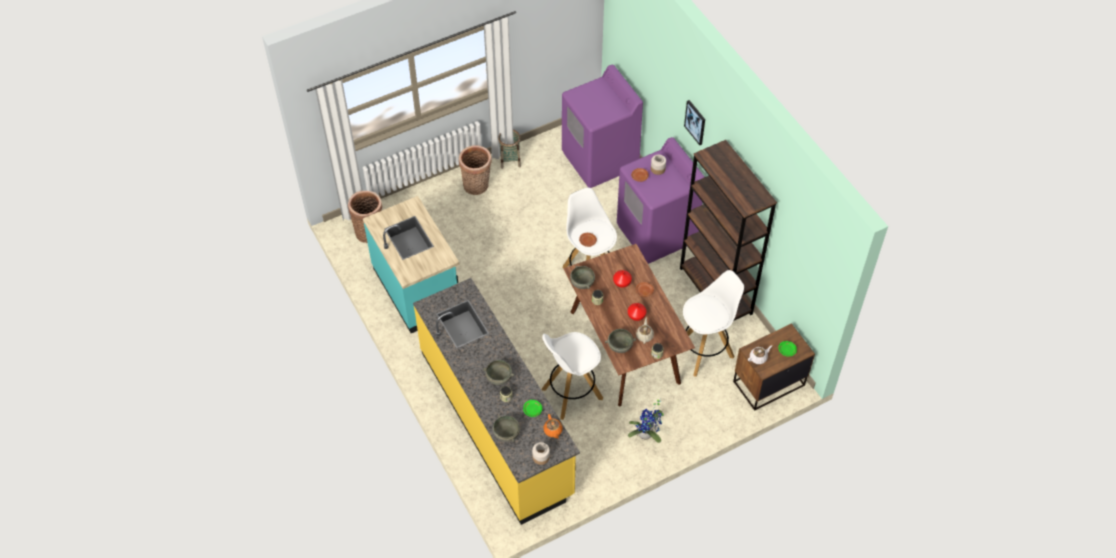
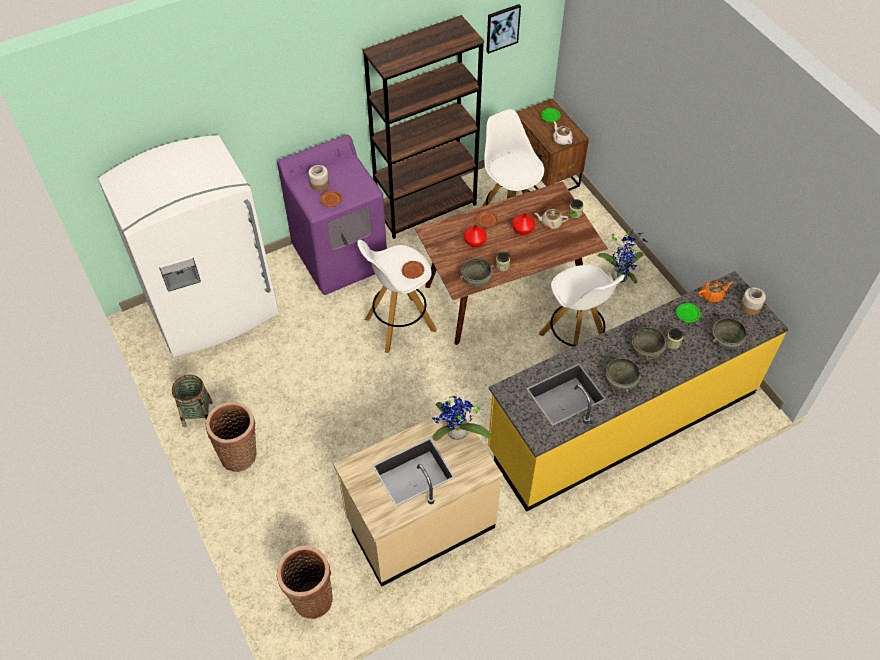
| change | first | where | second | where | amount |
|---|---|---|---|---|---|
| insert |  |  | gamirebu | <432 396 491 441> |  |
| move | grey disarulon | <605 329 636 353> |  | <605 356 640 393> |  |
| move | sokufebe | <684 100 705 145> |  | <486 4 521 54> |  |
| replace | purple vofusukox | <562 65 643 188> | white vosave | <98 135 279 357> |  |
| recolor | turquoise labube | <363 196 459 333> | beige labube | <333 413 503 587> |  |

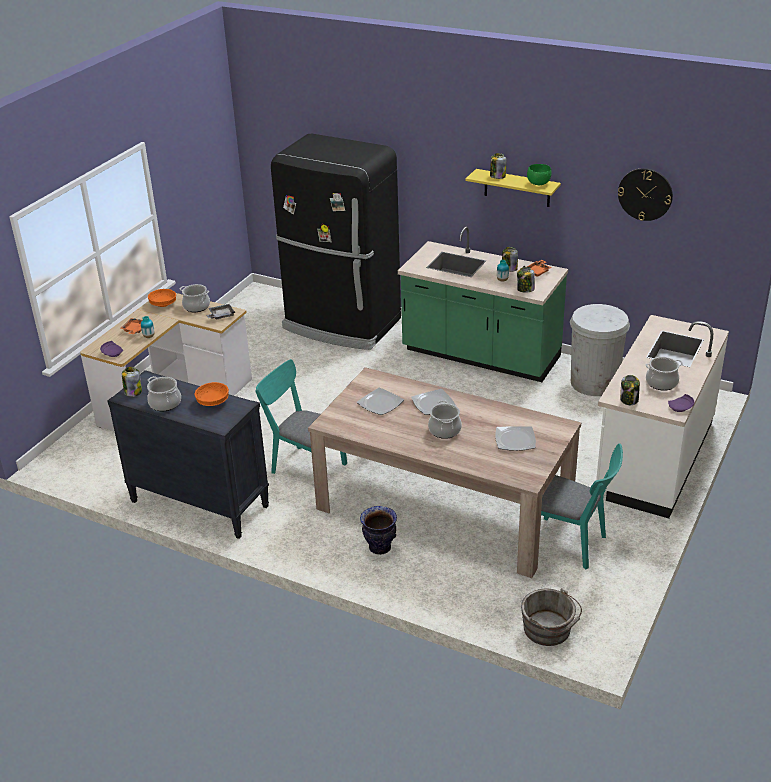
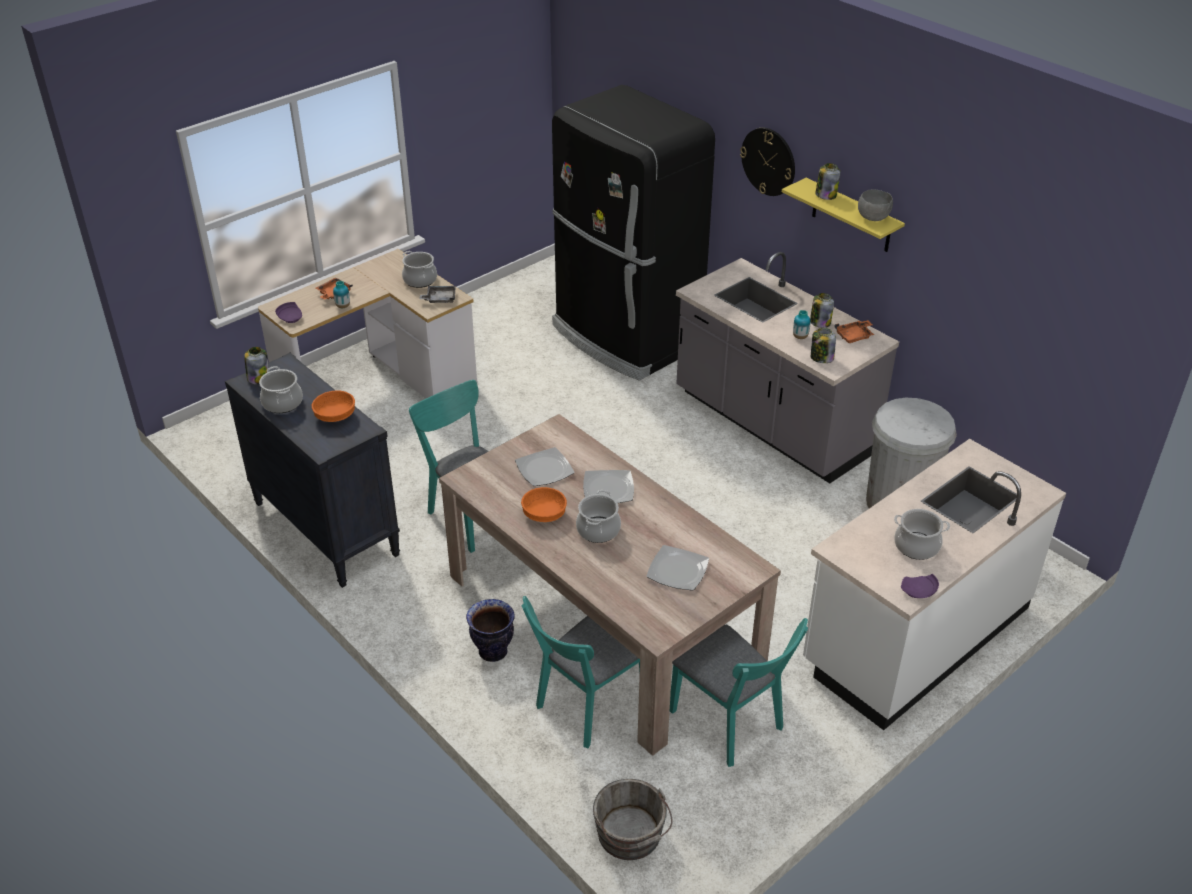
| change | first | where | second | where | amount |
|---|---|---|---|---|---|
| delete | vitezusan | <620 375 640 405> |  |  |  |
| insert |  |  | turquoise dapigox | <521 596 640 749> |  |
| move | orange disarulon | <148 289 176 307> |  | <521 487 567 522> |  |
| move | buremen | <618 168 673 221> |  | <740 128 795 196> |  |
| recolor | green labube | <398 227 568 382> | grey labube | <676 252 899 483> |  |
| recolor | green disarulon | <527 164 551 185> | grey disarulon | <858 190 893 221> |  |

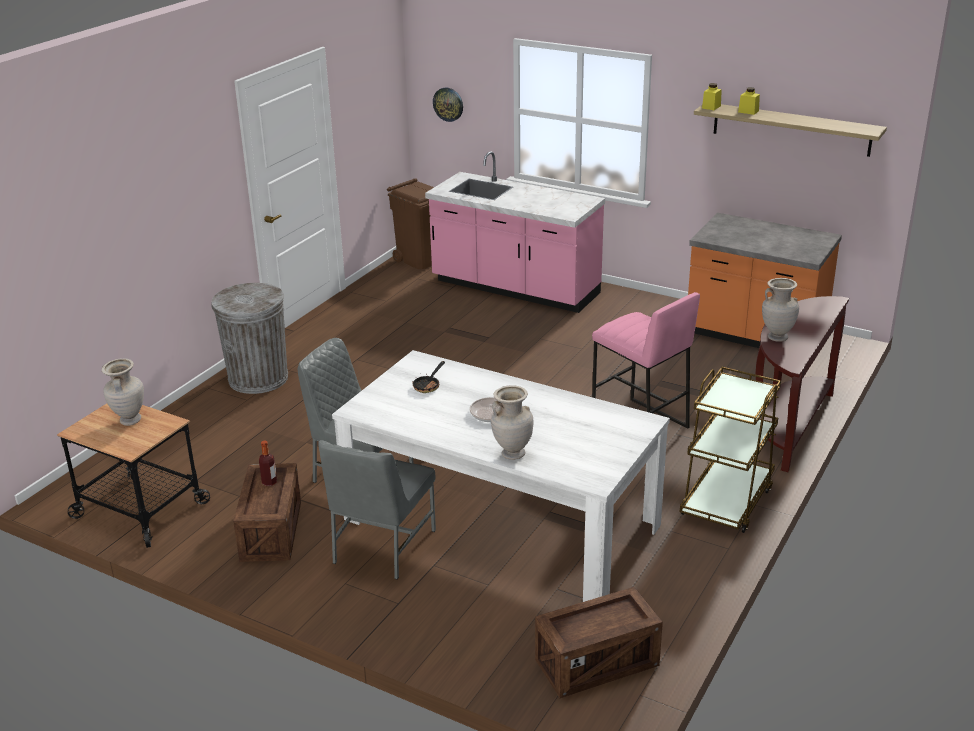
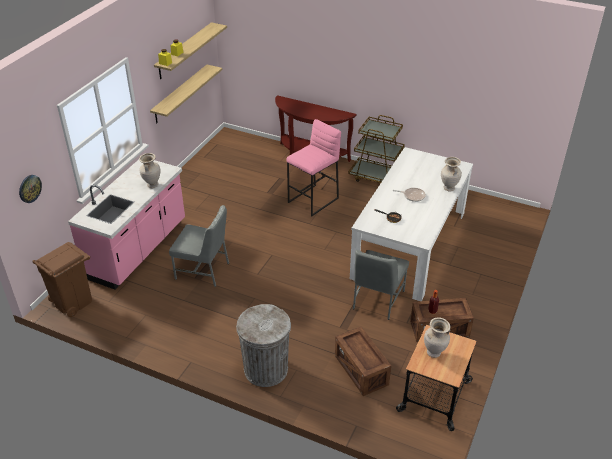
| change | first | where | second | where | amount |
|---|---|---|---|---|---|
| delete | orange labube | <688 213 842 348> |  |  |  |
| insert |  |  | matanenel | <150 65 222 123> |  |
| move | grey dapigox | <318 440 436 579> |  | <169 205 229 287> |  |
| move | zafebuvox | <535 587 663 698> |  | <335 327 391 396> |  |
| move | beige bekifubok | <762 278 799 342> |  | <139 153 160 188> |  |

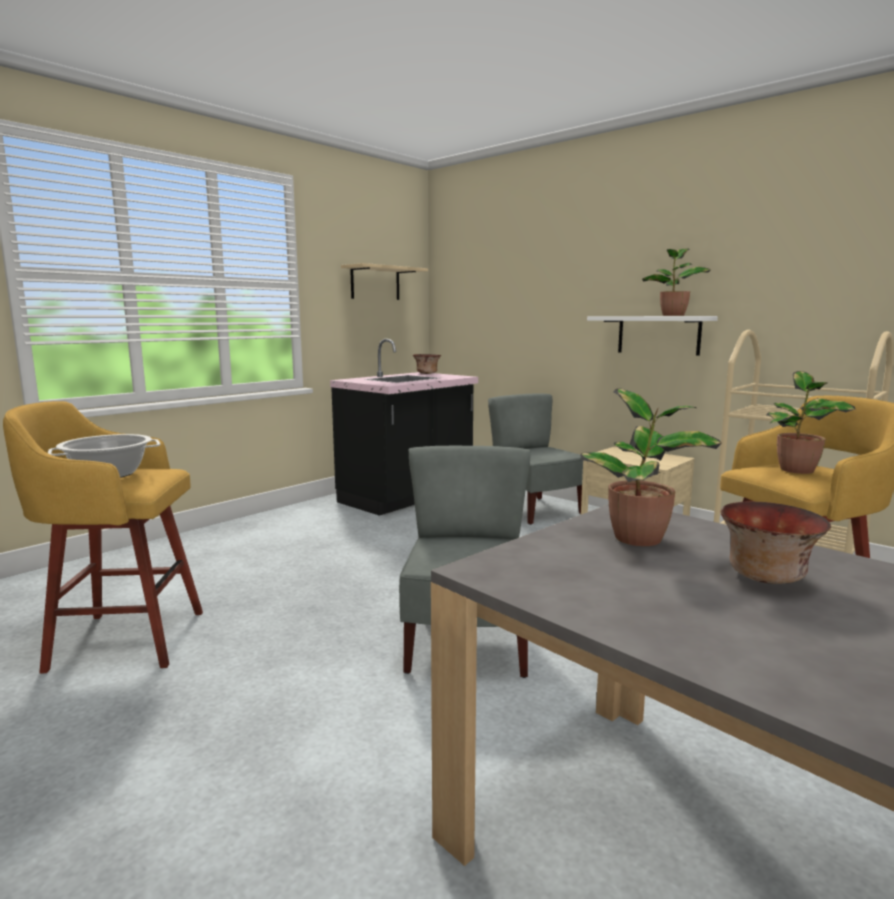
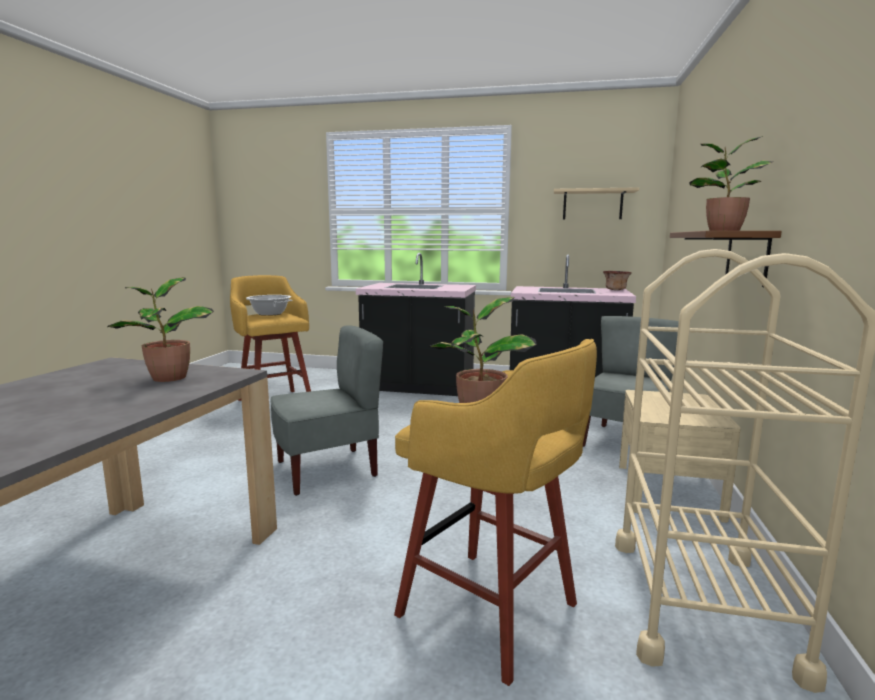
| change | first | where | second | where | amount |
|---|---|---|---|---|---|
| delete | disarulon | <720 502 831 584> |  |  |  |
| insert |  |  | black labube | <356 253 476 396> |  |
| recolor | white matanenel | <587 316 718 356> | brown matanenel | <670 231 782 287> |  |

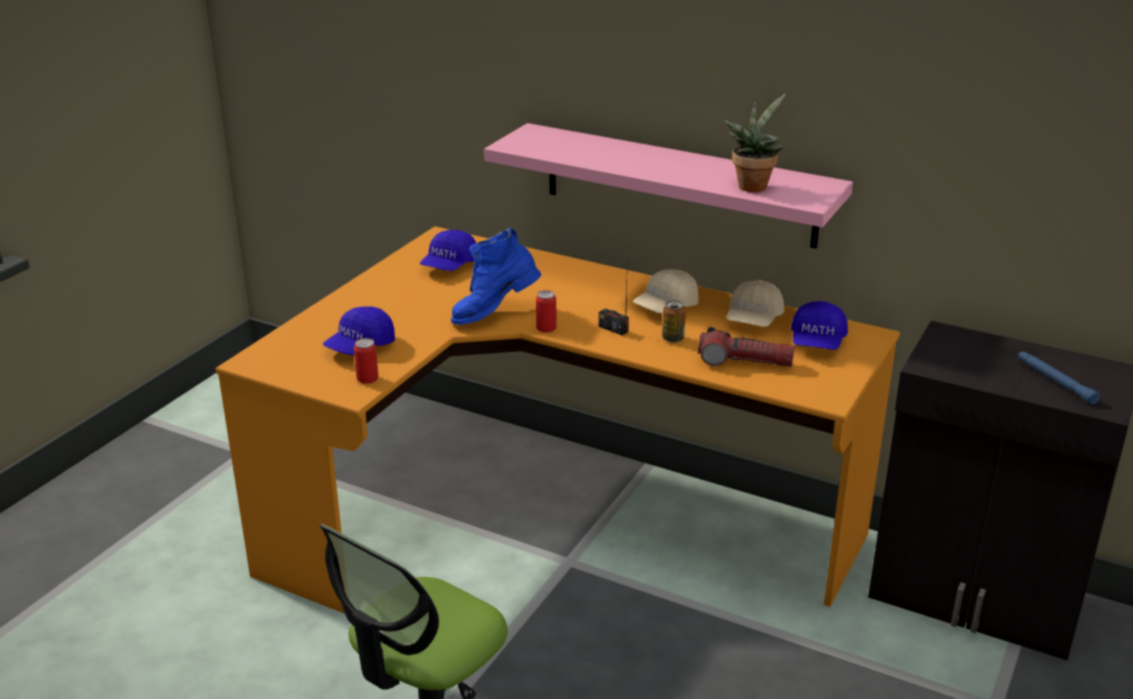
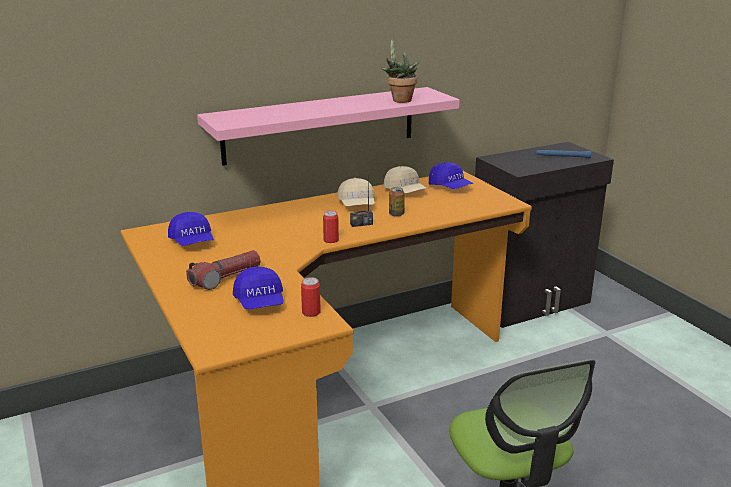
| change | first | where | second | where | amount |
|---|---|---|---|---|---|
| delete | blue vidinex | <451 228 541 325> |  |  |  |
| move | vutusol | <698 327 794 367> |  | <186 250 261 290> |  |

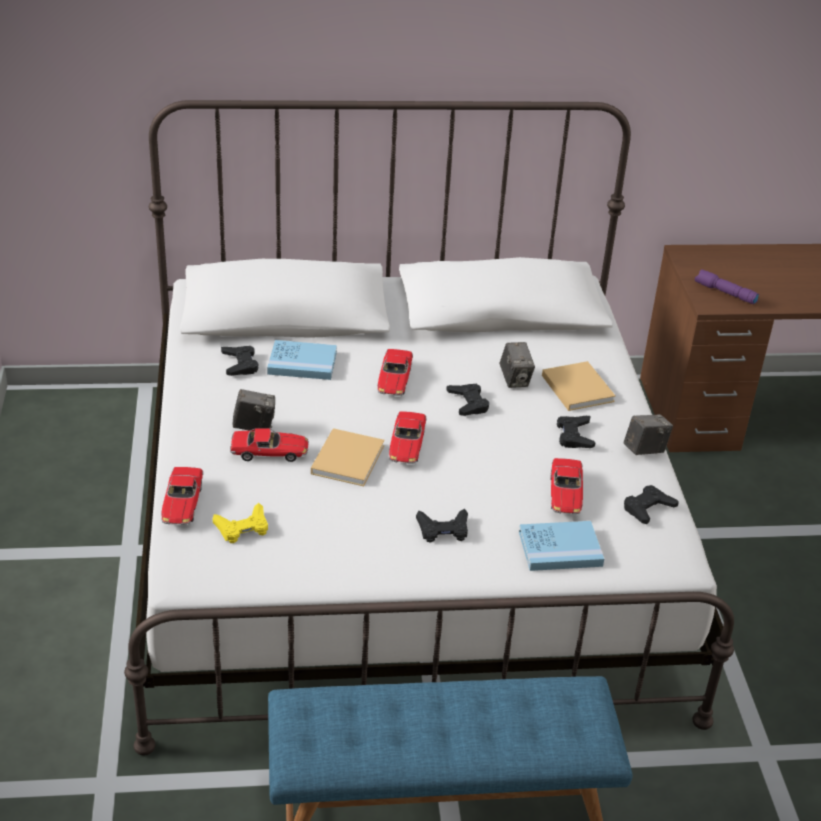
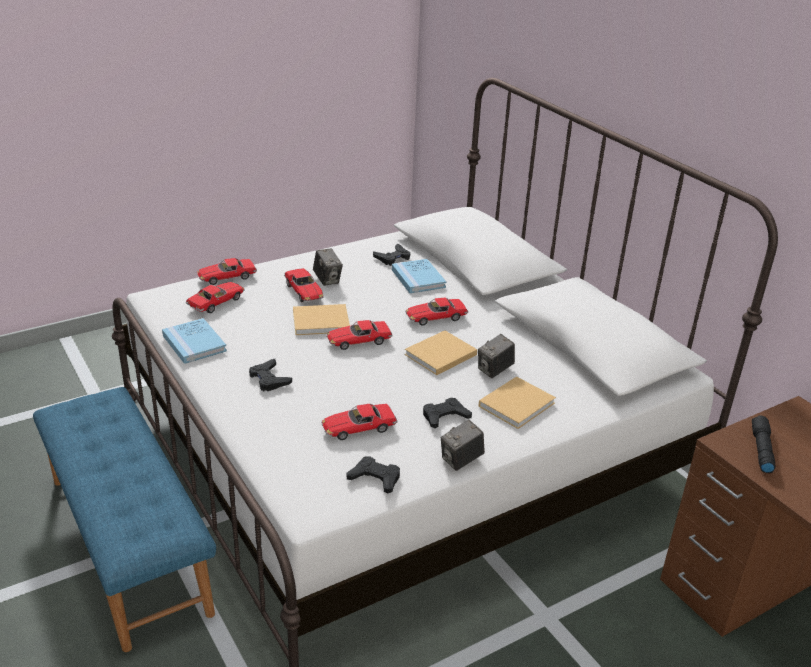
| change | first | where | second | where | amount |
|---|---|---|---|---|---|
| move | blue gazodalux | <519 521 604 571> |  | <162 318 227 364> |  |
| replace | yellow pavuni | <213 503 268 543> | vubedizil | <186 282 245 313> |  |
| replace | black pavuni | <446 384 489 416> | beige gazodalux | <404 330 477 375> |  |
| recolor | purple vutusol | <695 269 759 304> | black vutusol | <752 416 776 473> |  |
| rotate | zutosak | <624 414 673 455> |  | <441 419 485 471> | 105 degrees clockwise |

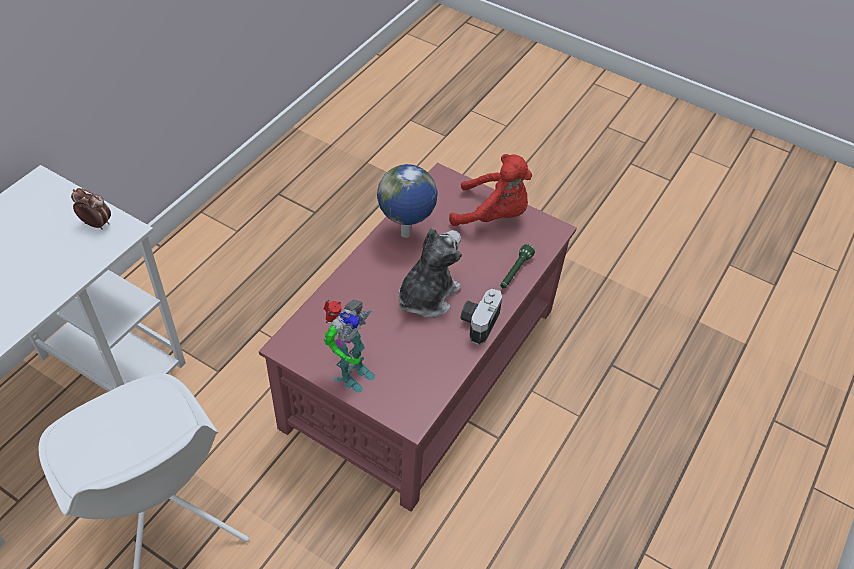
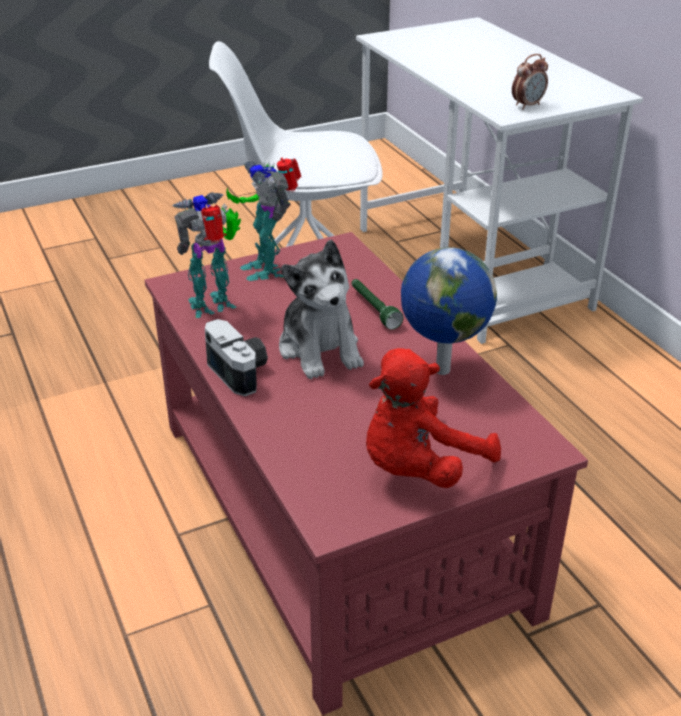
| change | first | where | second | where | amount |
|---|---|---|---|---|---|
| insert |  |  | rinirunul | <172 192 241 318> |  |
| move | green vutusol | <500 244 535 289> |  | <351 279 403 330> |  |

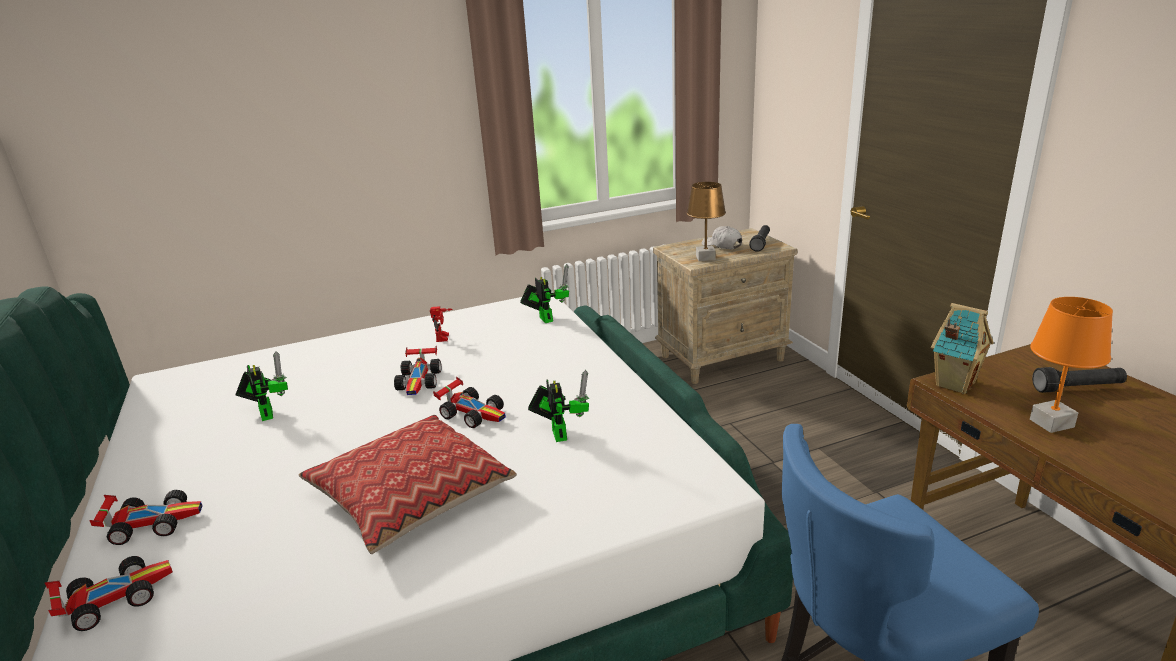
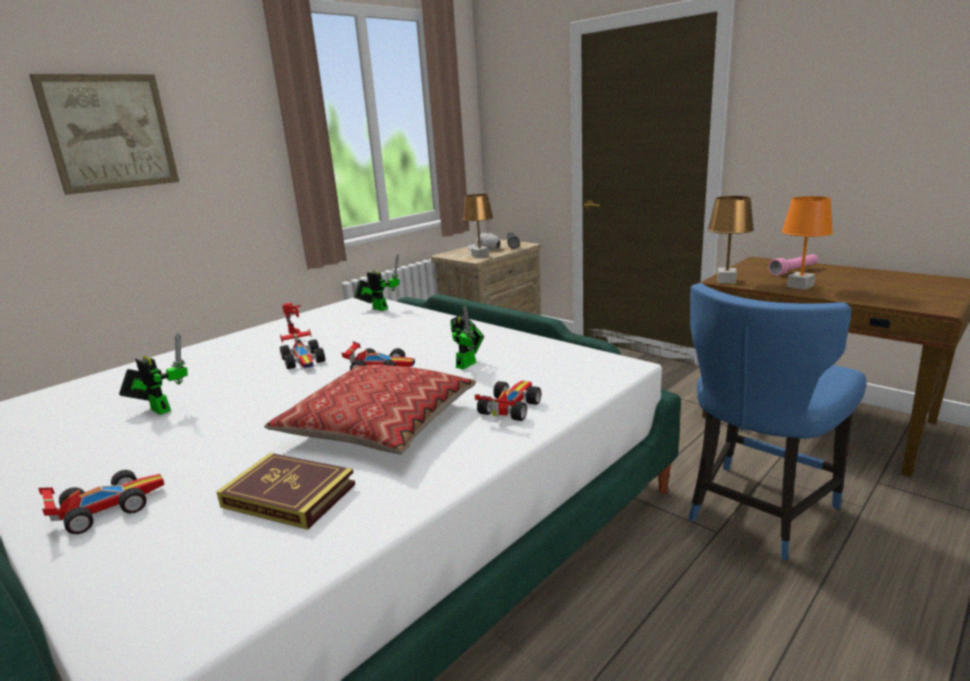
| change | first | where | second | where | amount |
|---|---|---|---|---|---|
| insert |  |  | sokufebe | <29 74 179 195> |  |
| insert |  |  | gazodalux | <216 453 355 530> |  |
| move | vubedizil | <44 556 173 631> |  | <475 381 541 421> |  |
| replace | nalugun | <931 303 994 394> | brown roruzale | <708 196 754 283> |  |
| recolor | black vutusol | <1032 367 1127 393> | pink vutusol | <769 254 818 276> |  |
| rotate | rinirunul | <528 370 589 442> |  | <451 305 484 370> | 75 degrees clockwise |

